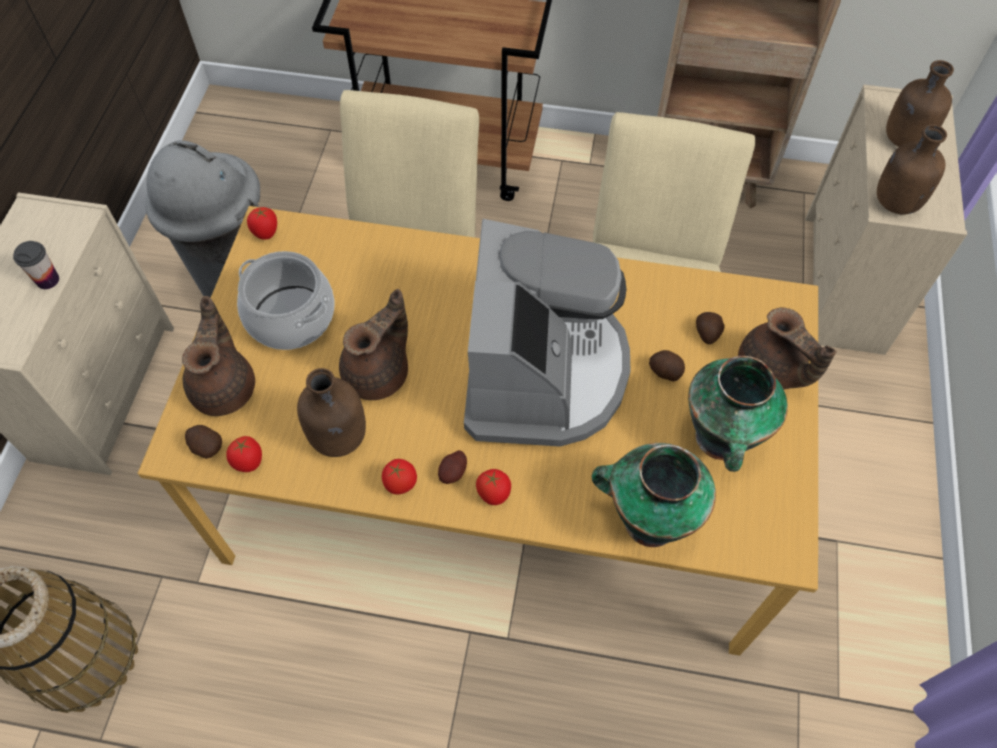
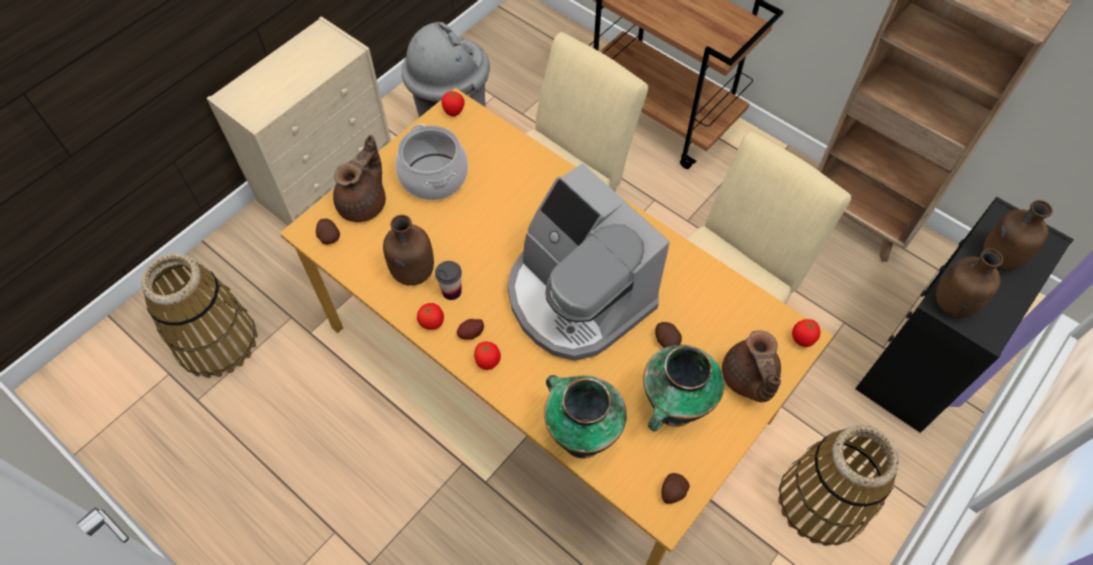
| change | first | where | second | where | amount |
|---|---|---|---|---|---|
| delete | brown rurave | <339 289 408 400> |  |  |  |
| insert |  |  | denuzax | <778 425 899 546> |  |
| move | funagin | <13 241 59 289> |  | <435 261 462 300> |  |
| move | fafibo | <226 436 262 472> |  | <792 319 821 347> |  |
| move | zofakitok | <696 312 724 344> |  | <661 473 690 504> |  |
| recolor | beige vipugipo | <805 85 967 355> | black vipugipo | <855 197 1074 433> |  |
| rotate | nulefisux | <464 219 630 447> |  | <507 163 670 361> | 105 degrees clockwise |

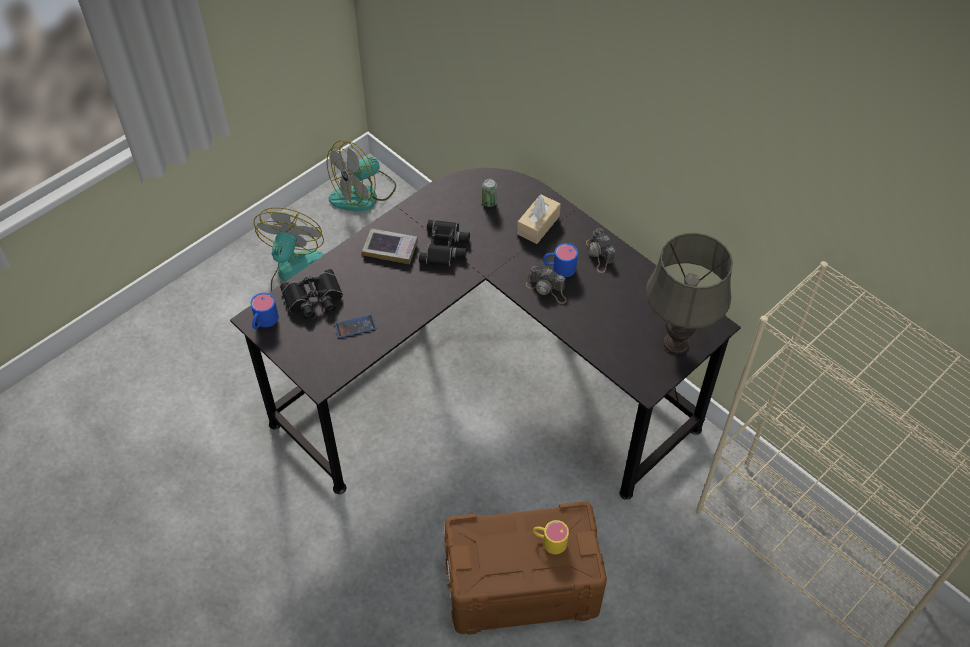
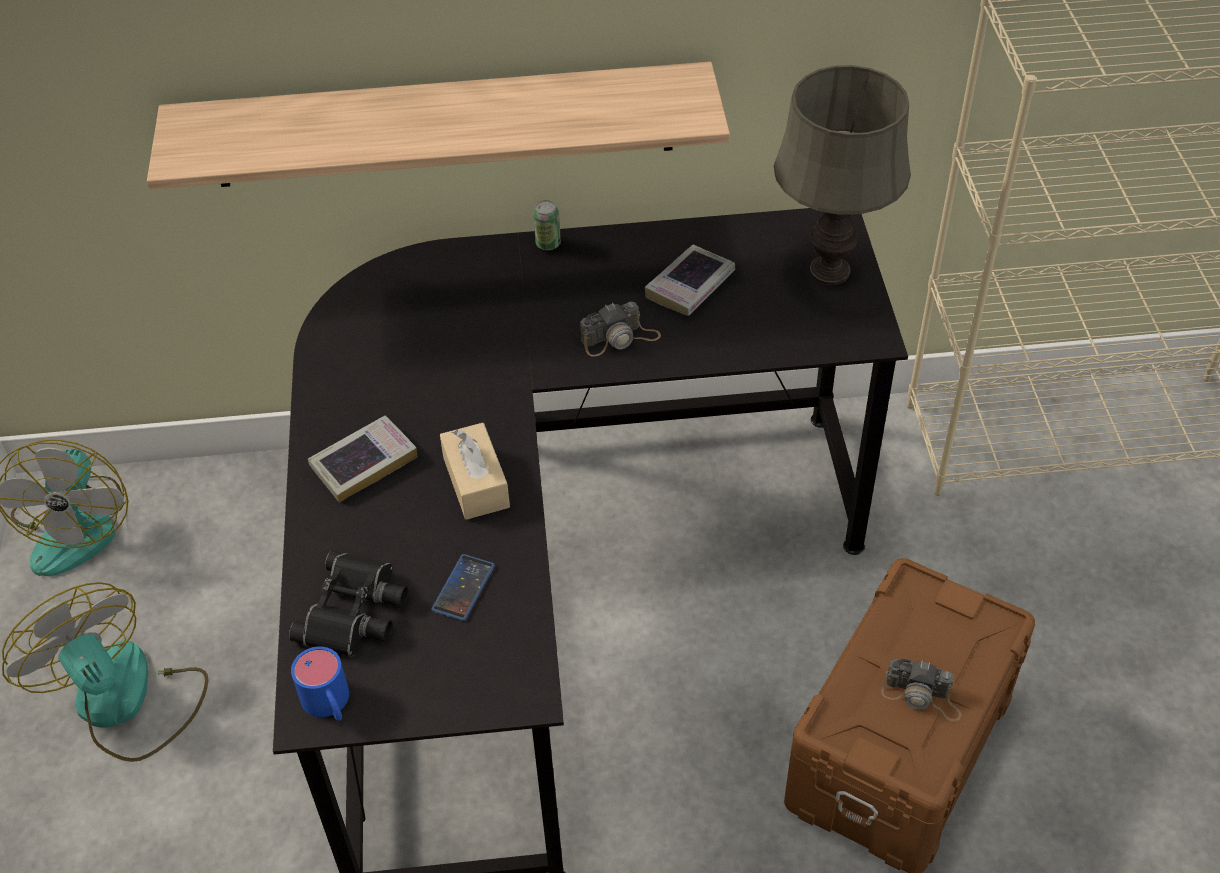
| change | first | where | second | where | amount |
|---|---|---|---|---|---|
| delete | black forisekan | <418 220 470 267> |  |  |  |
| delete | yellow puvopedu | <533 520 569 554> |  |  |  |
| delete | blue puvopedu | <543 243 578 277> |  |  |  |
| insert |  |  | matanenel | <147 62 730 189> |  |
| insert |  |  | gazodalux | <645 245 735 316> |  |
| move | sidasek | <482 179 497 207> |  | <533 200 561 250> |  |
| move | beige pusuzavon | <517 194 561 244> |  | <440 423 510 520> |  |
| move | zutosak | <586 228 615 273> |  | <881 659 961 721> |  |

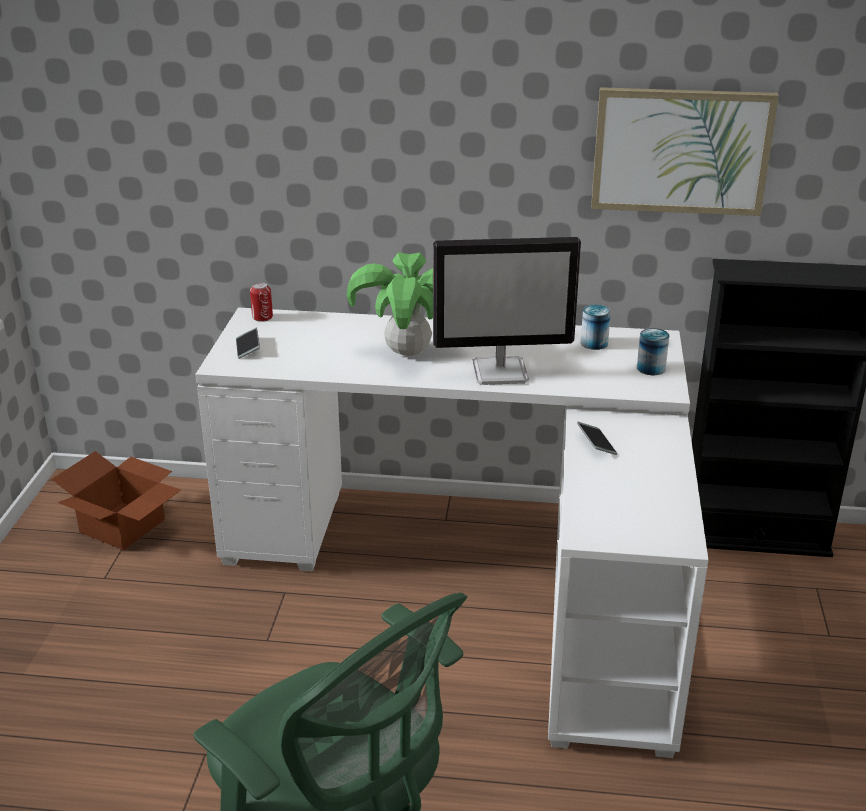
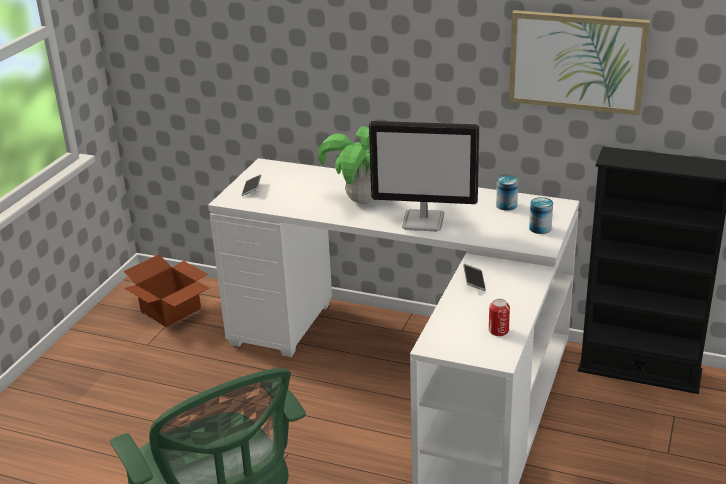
| change | first | where | second | where | amount |
|---|---|---|---|---|---|
| move | sidasek | <250 283 273 322> |  | <489 299 510 336> |  |

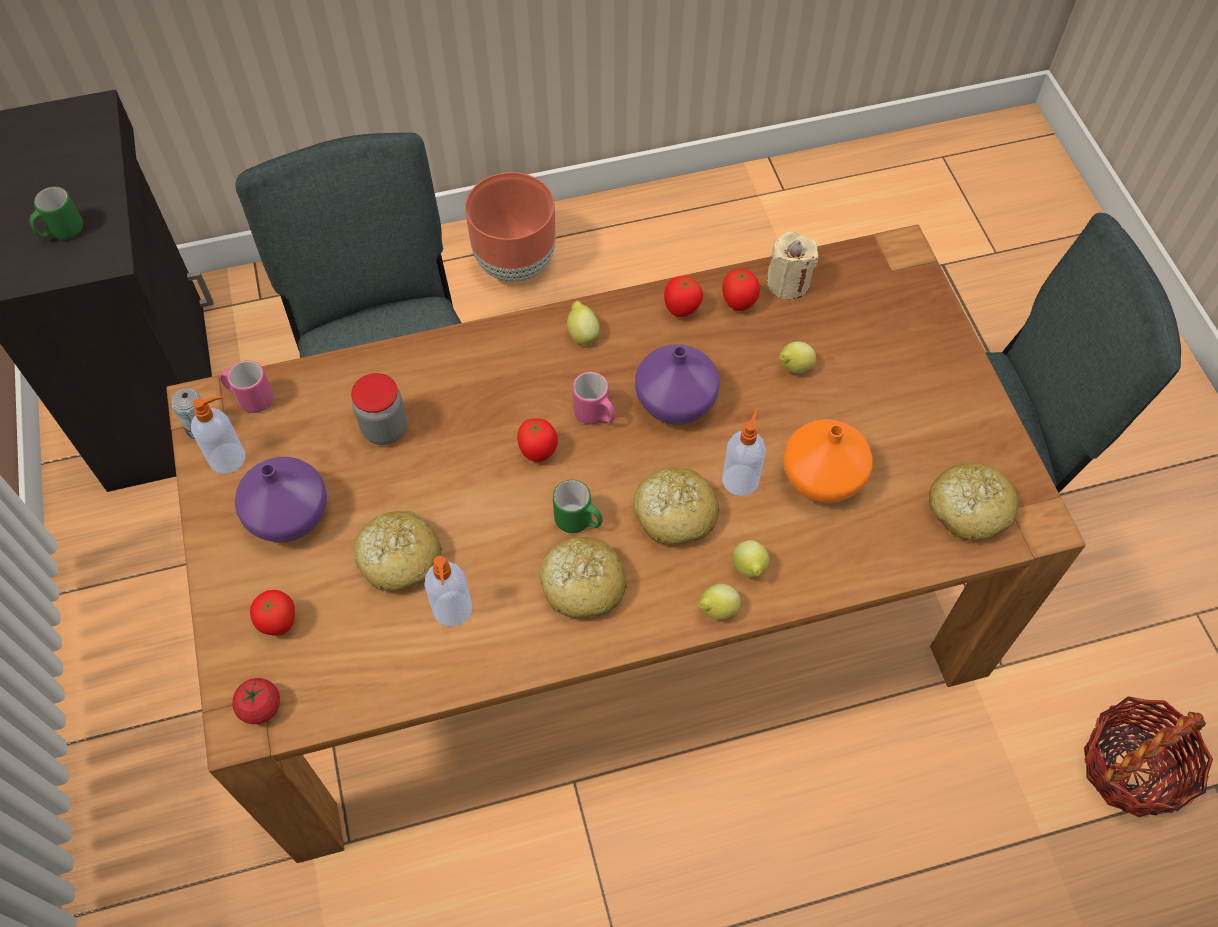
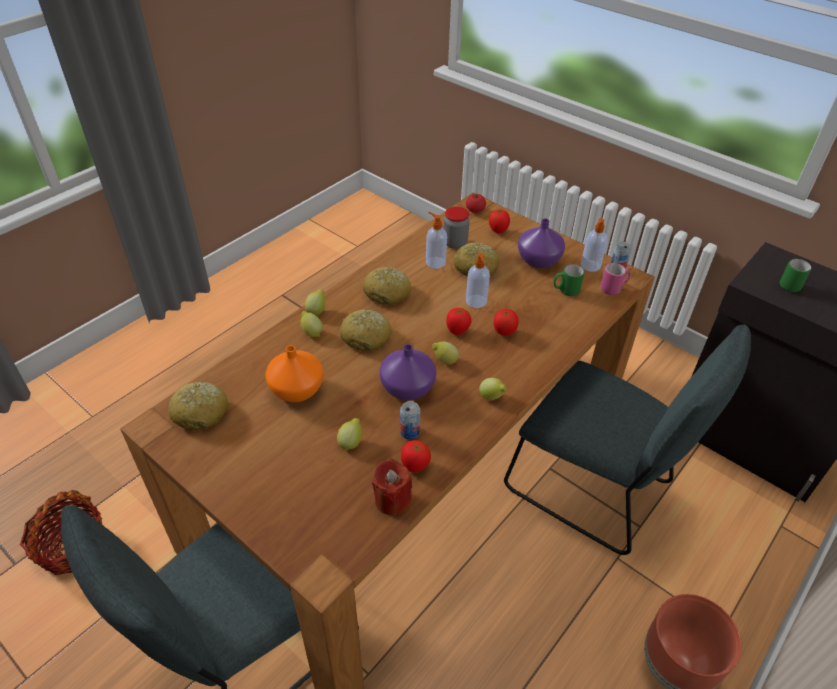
| change | first | where | second | where | amount |
|---|---|---|---|---|---|
| insert |  |  | sidasek | <400 401 420 439> |  |
| move | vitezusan | <351 373 407 445> |  | <443 207 470 249> |  |
| move | green puvopedu | <553 480 603 533> |  | <554 264 584 296> |  |
| move | fafibo | <664 276 703 317> |  | <494 309 519 336> |  |
| move | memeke | <722 407 766 496> |  | <466 253 490 308> |  |
| replace | pink puvopedu | <572 372 616 425> | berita | <432 341 459 364> |  |
| recolor | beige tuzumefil | <767 232 819 299> | red tuzumefil | <372 458 412 515> |  |

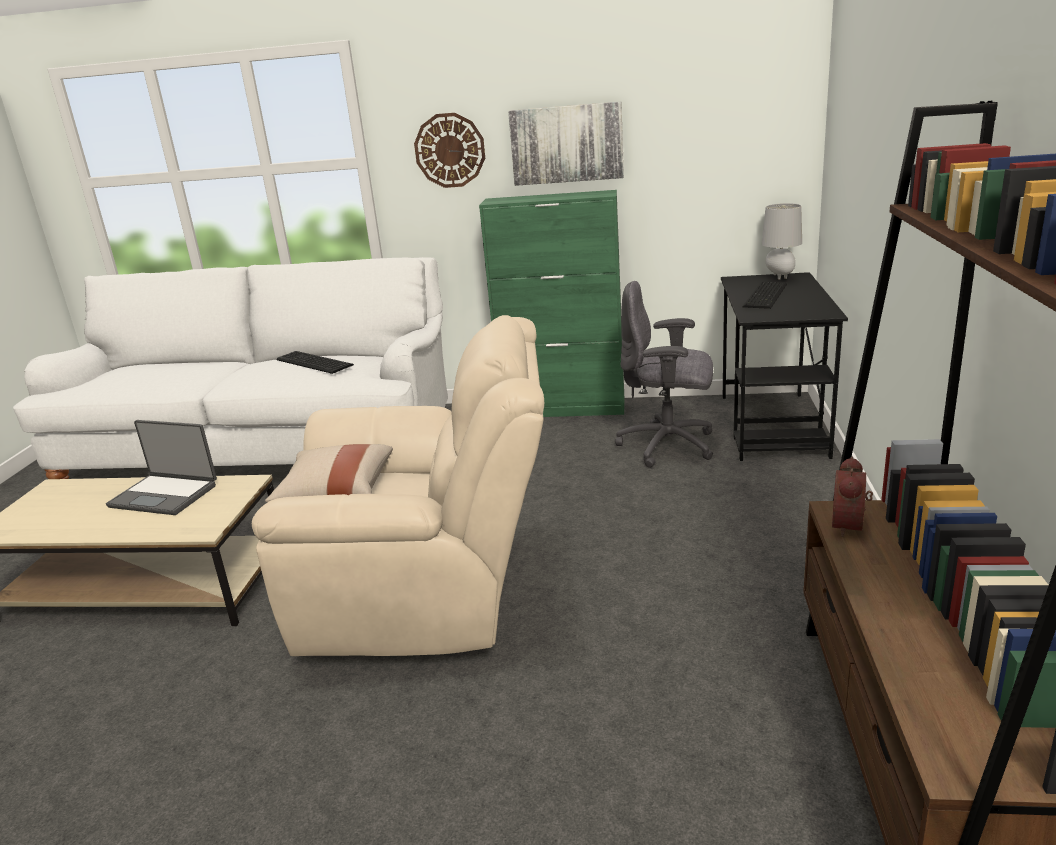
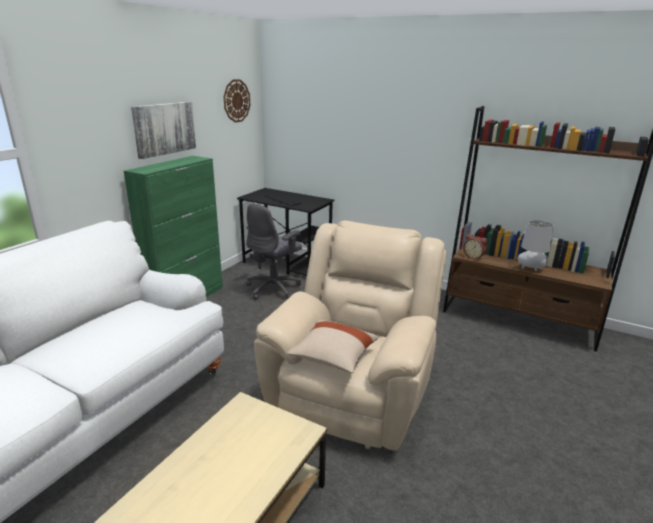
| change | first | where | second | where | amount |
|---|---|---|---|---|---|
| delete | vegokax | <106 420 217 515> |  |  |  |
| delete | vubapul | <276 351 354 374> |  |  |  |
| move | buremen | <414 113 485 188> |  | <224 79 250 123> |  |
| move | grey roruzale | <762 203 802 280> |  | <517 220 554 271> |  |

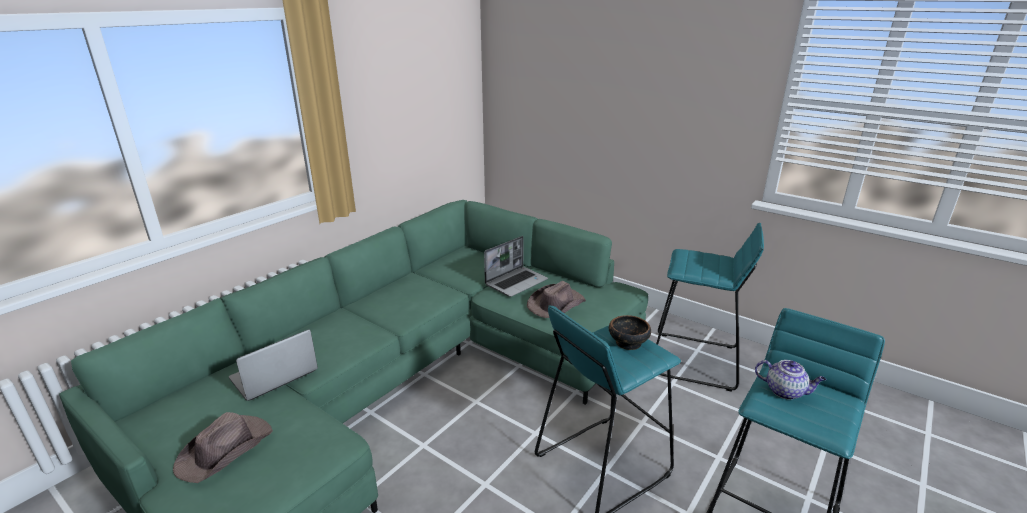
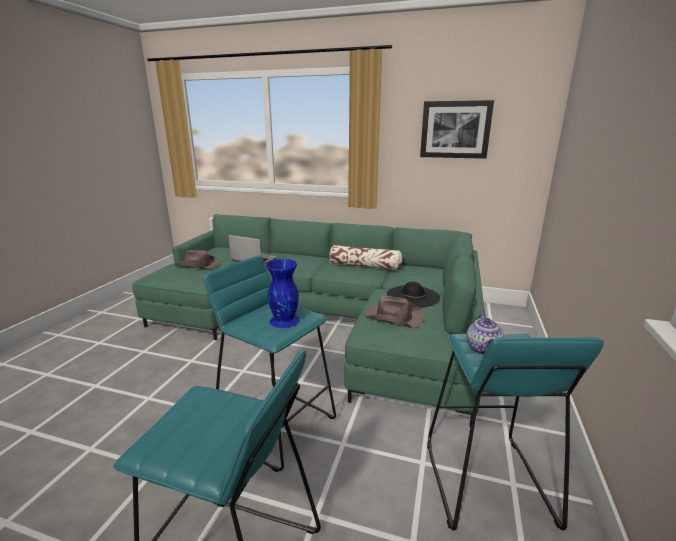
| change | first | where | second | where | amount |
|---|---|---|---|---|---|
| insert |  |  | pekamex | <329 245 403 270> |  |
| insert |  |  | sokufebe | <420 100 494 159> |  |
| move | rurave | <755 360 826 400> |  | <467 314 505 355> |  |
| replace | vegokax | <484 236 548 297> | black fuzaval | <387 281 440 307> |  |
| replace | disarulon | <609 315 651 350> | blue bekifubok | <266 259 300 328> |  |

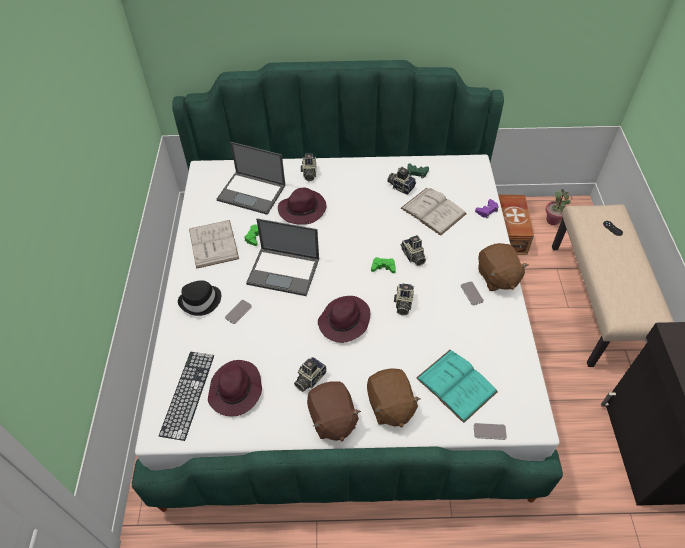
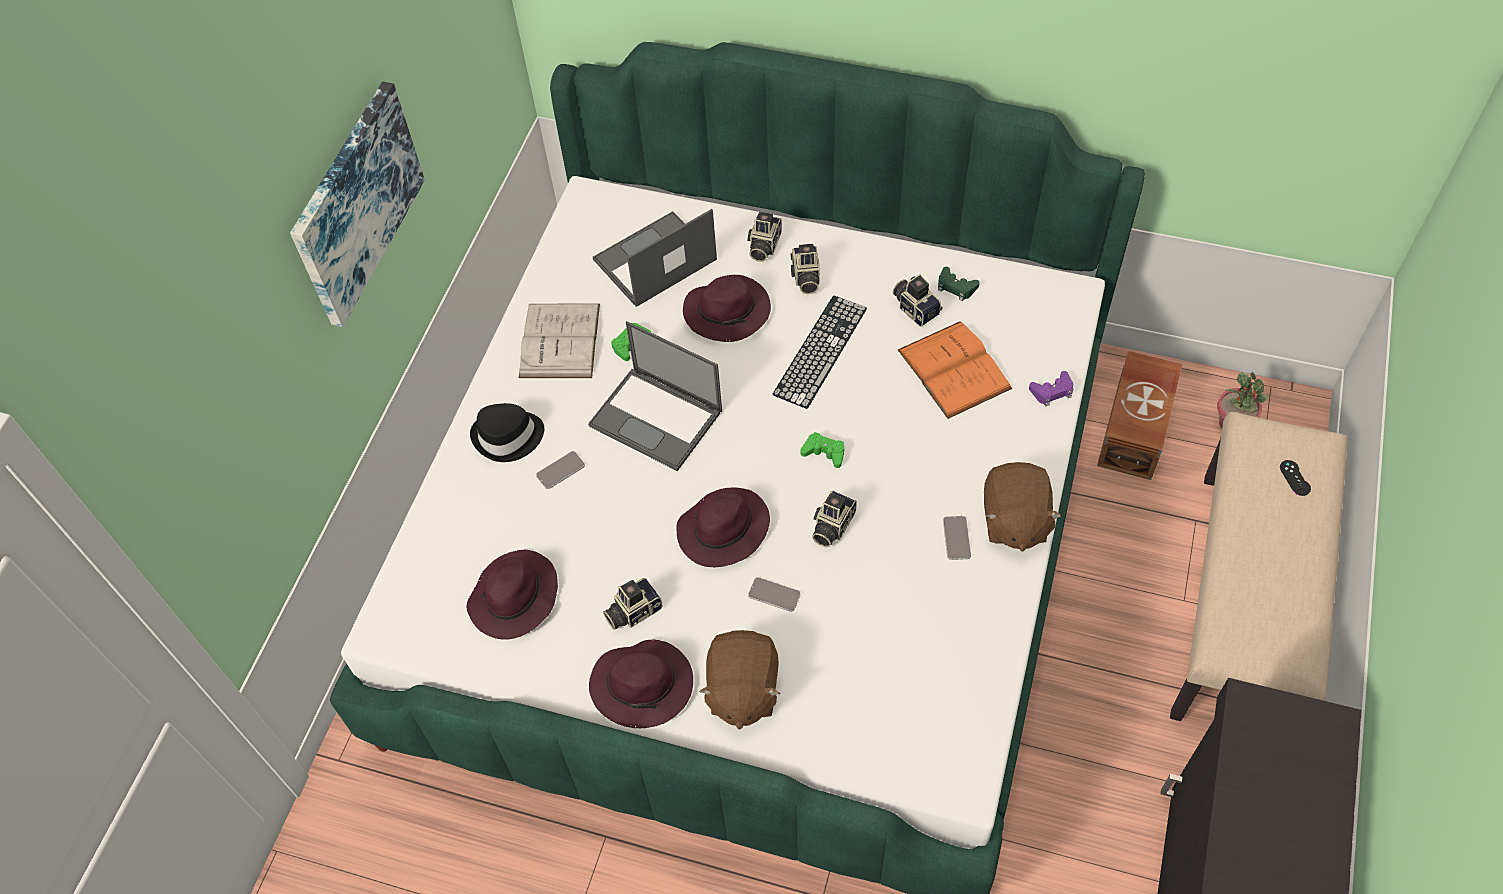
| change | first | where | second | where | amount |
|---|---|---|---|---|---|
| delete | turquoise gazodalux | <416 350 498 423> |  |  |  |
| insert |  |  | sokufebe | <290 81 425 327> |  |
| move | vubapul | <159 352 214 441> |  | <772 295 867 409> |  |
| move | zutosak | <401 235 426 266> |  | <791 244 820 294> |  |
| move | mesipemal | <474 423 507 440> |  | <748 577 801 612> |  |
| replace | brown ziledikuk | <307 381 361 441> | purple fuzaval | <589 640 693 728> |  |
| recolor | white gazodalux | <401 188 467 236> | orange gazodalux | <898 321 1012 419> |  |
| rotate | vegokax | <217 142 285 215> |  | <593 209 717 307> | 105 degrees clockwise |

